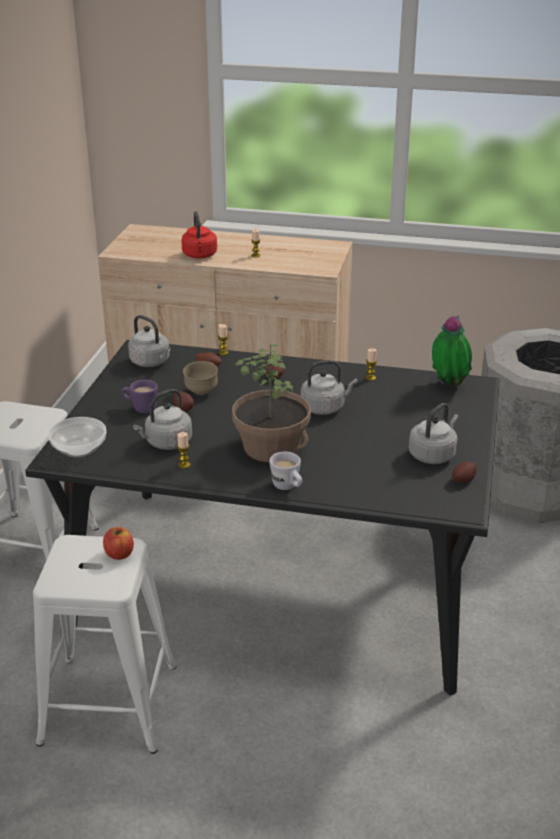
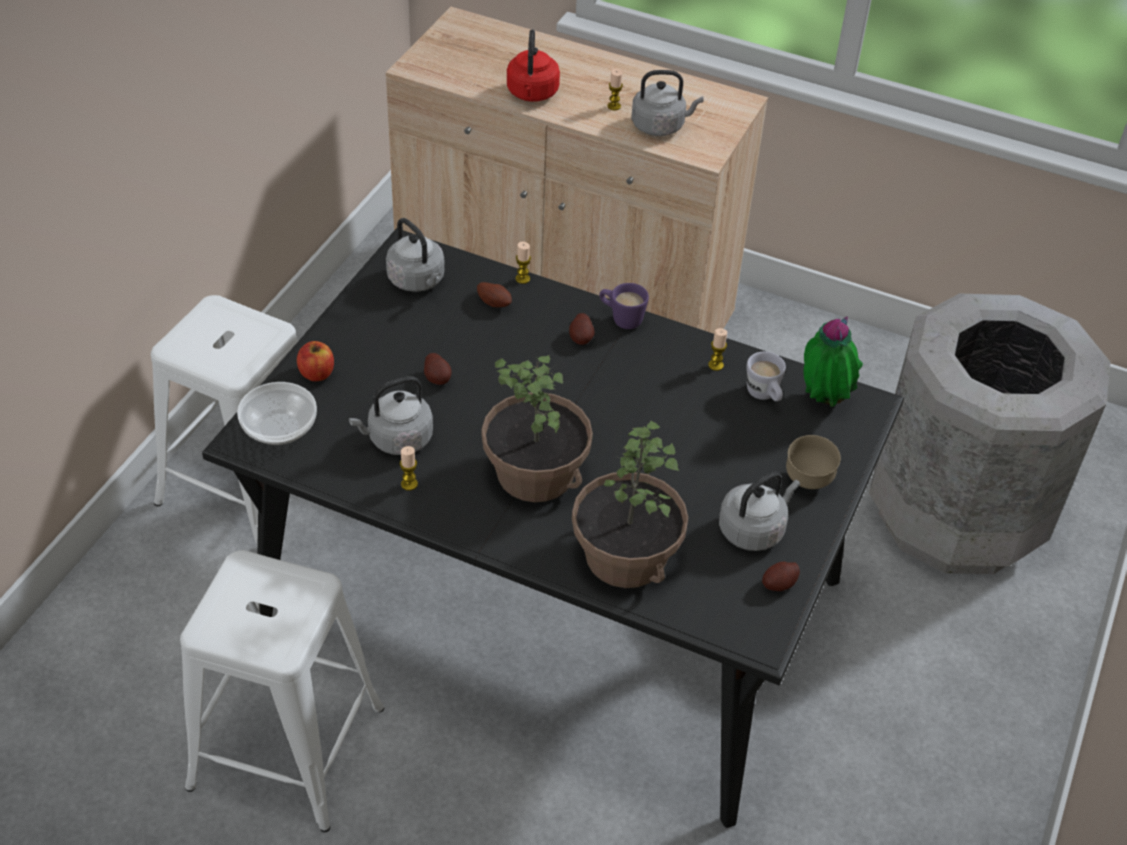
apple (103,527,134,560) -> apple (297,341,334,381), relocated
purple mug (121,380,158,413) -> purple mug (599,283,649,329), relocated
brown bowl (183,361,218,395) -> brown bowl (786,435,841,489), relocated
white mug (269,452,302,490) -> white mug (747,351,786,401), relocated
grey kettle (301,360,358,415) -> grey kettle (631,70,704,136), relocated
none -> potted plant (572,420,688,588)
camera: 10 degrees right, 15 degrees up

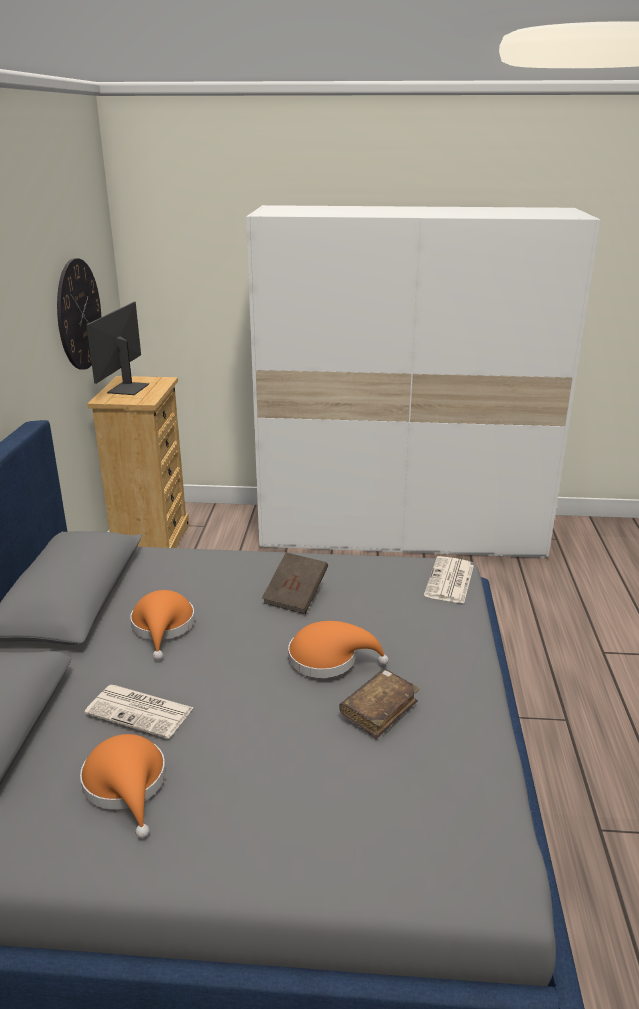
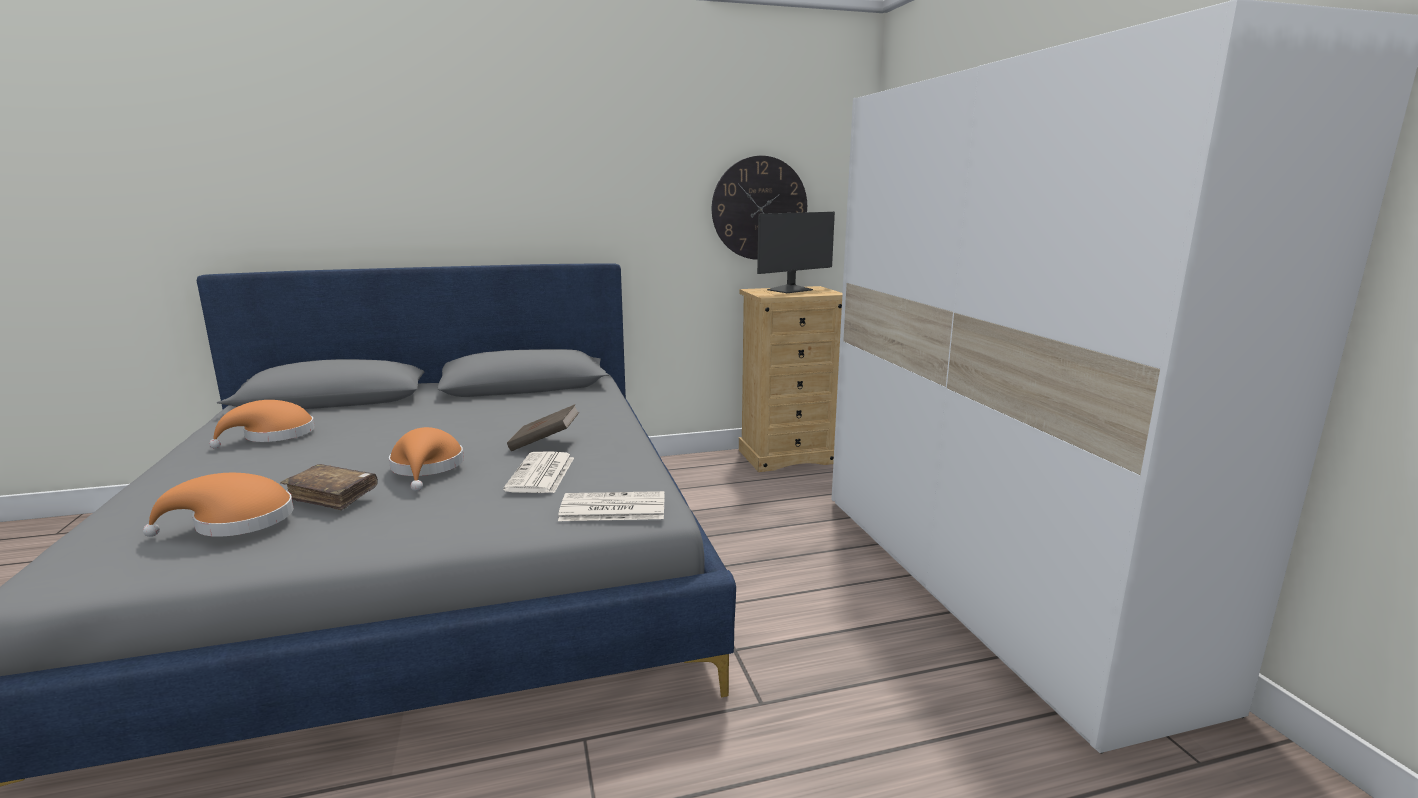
newspaper (84,684,194,739) -> newspaper (503,451,574,493), relocated
monitor (86,302,149,395) -> monitor (757,212,835,293), 150 degrees clockwise
orange hat (130,590,195,660) -> orange hat (143,473,294,537), relocated
camera: 70 degrees right, 10 degrees down

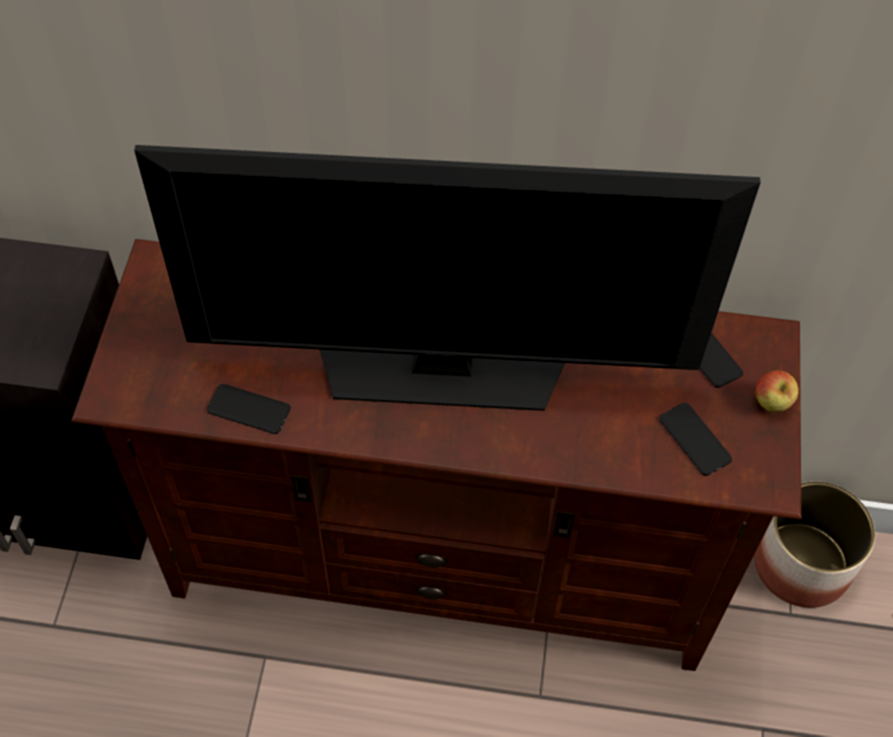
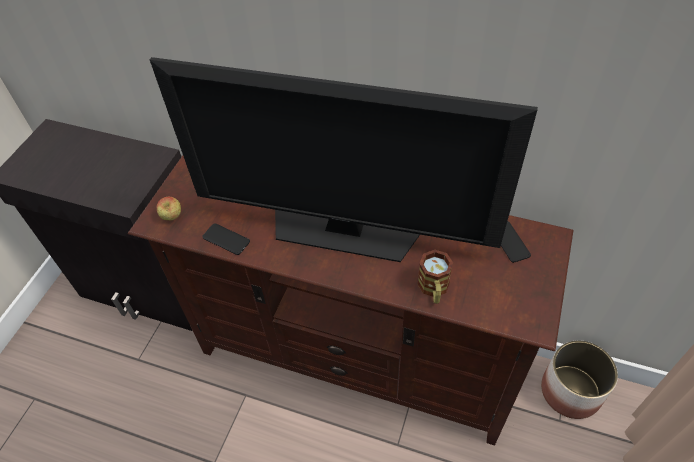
phone (659,402,732,476) -> none
apple (755,371,798,412) -> apple (157,197,181,220), relocated
none -> mug (417,250,453,304)
camera: 15 degrees right, 5 degrees down

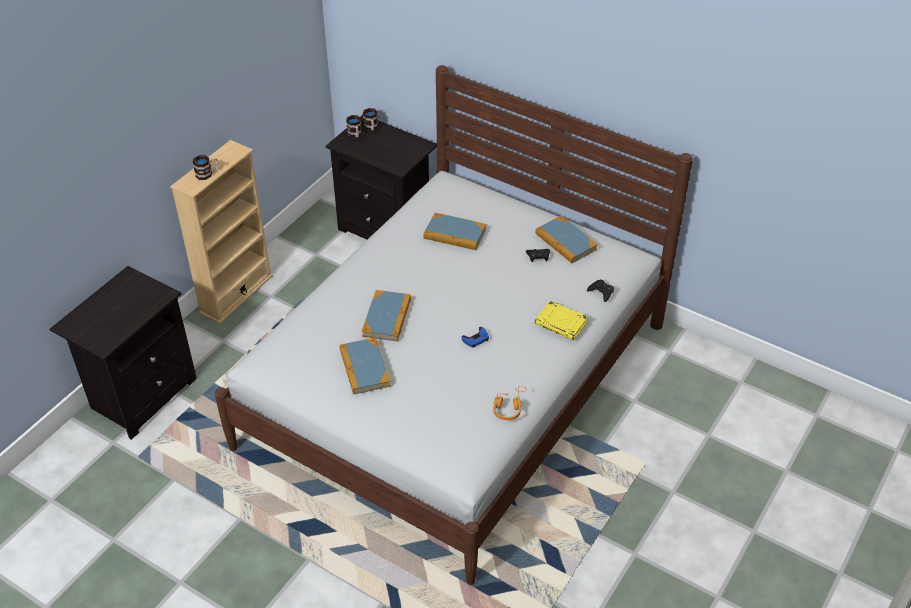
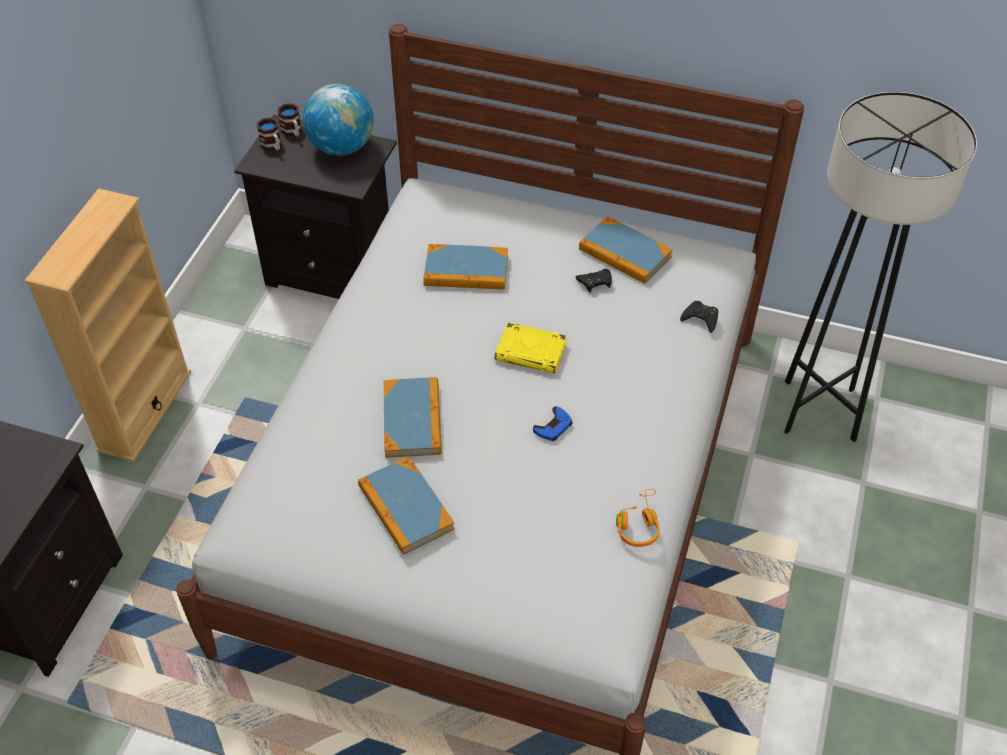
mug (193,155,218,180) -> none
yellow book (535,301,588,340) -> yellow book (495,322,567,374), relocated
none -> globe (303,84,374,156)
none -> grey floor lamp (784,92,977,442)
camera: 15 degrees left, 5 degrees up

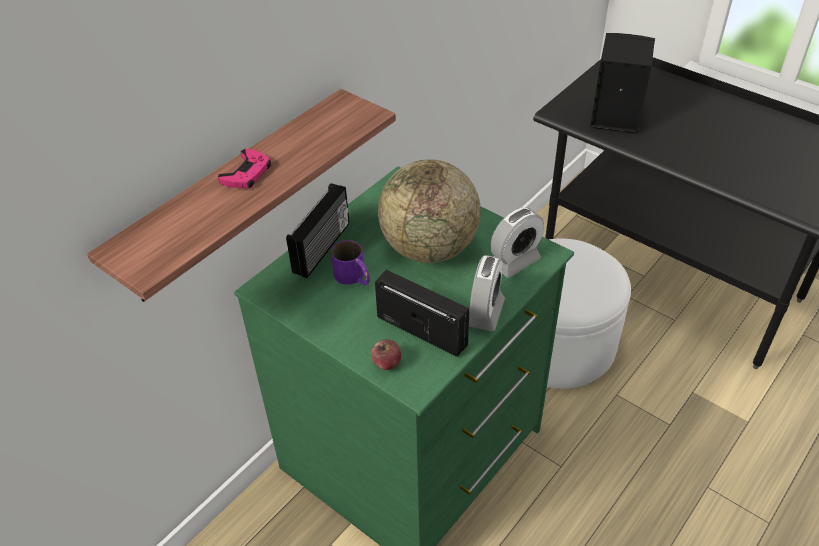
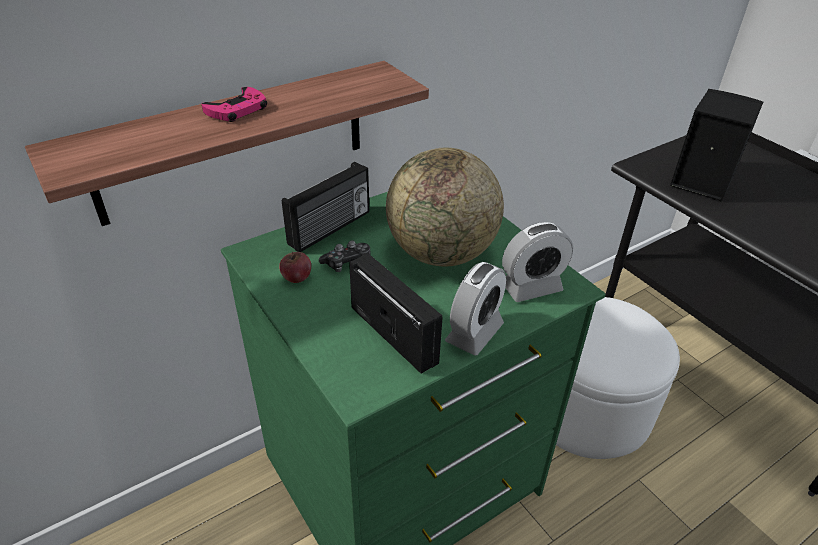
purple mug (331,240,370,285) -> game controller (319,240,370,272)
apple (371,339,401,370) -> apple (279,251,311,283), relocated
camera: 15 degrees right, 5 degrees down

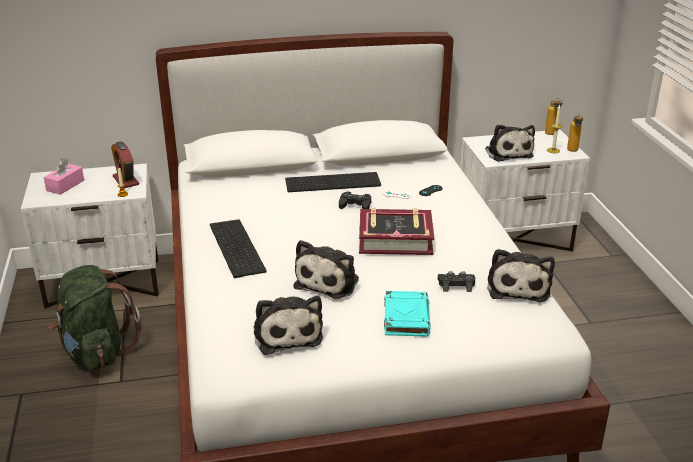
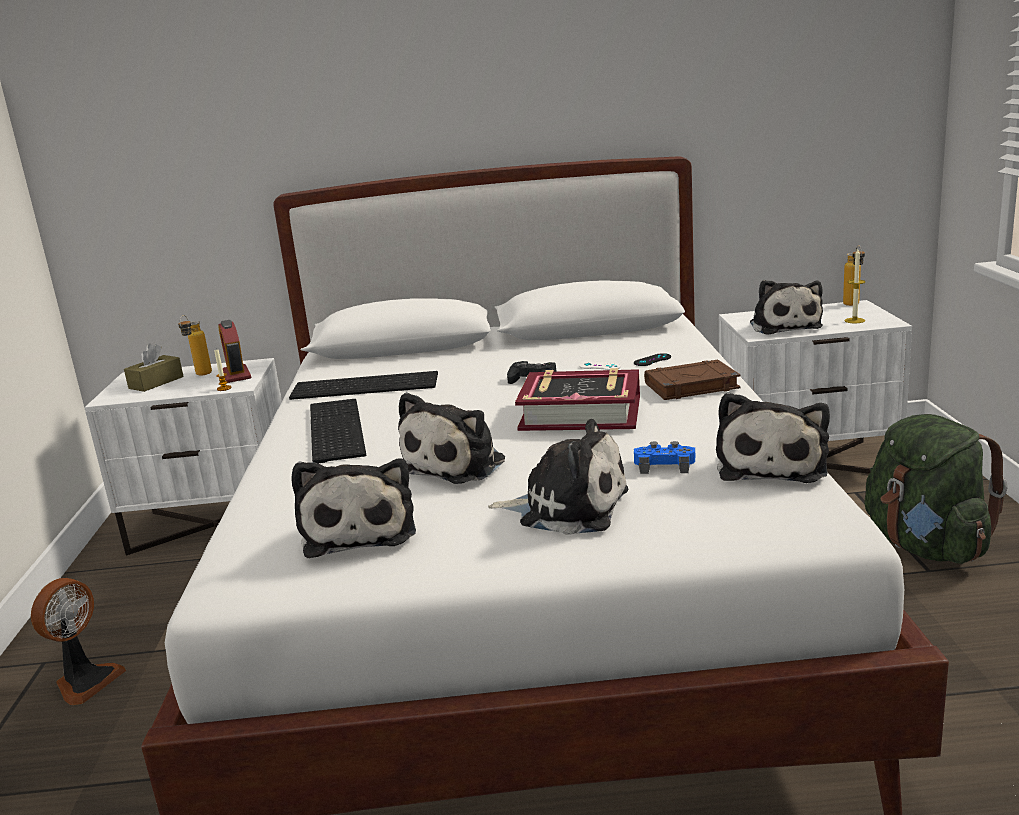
pink tissue box (44,158,84,195) -> brown tissue box (124,344,184,392)
green backpack (49,265,141,371) -> green backpack (864,414,1008,564), relocated
keyboard (285,172,381,192) -> keyboard (289,371,438,400), relocated
turquoise book (384,291,431,336) -> plush toy (488,419,628,535)
black game controller (438,271,475,292) -> blue game controller (634,441,695,474)
bottle (567,112,583,152) -> bottle (178,315,212,376), relocated
none -> fan (31,578,126,705)
none -> brown book (644,360,741,400)
camera: 10 degrees right, 10 degrees down

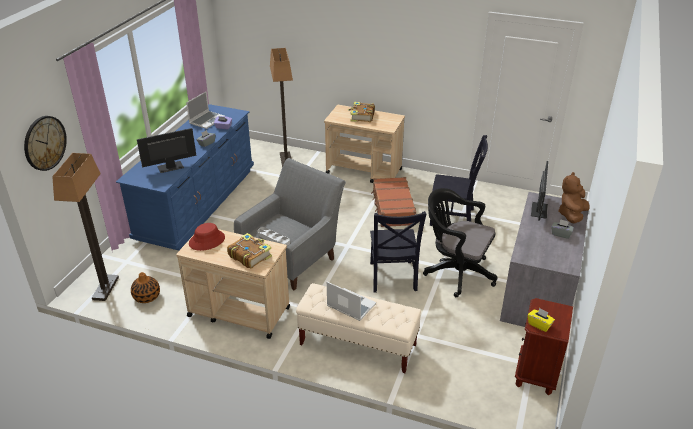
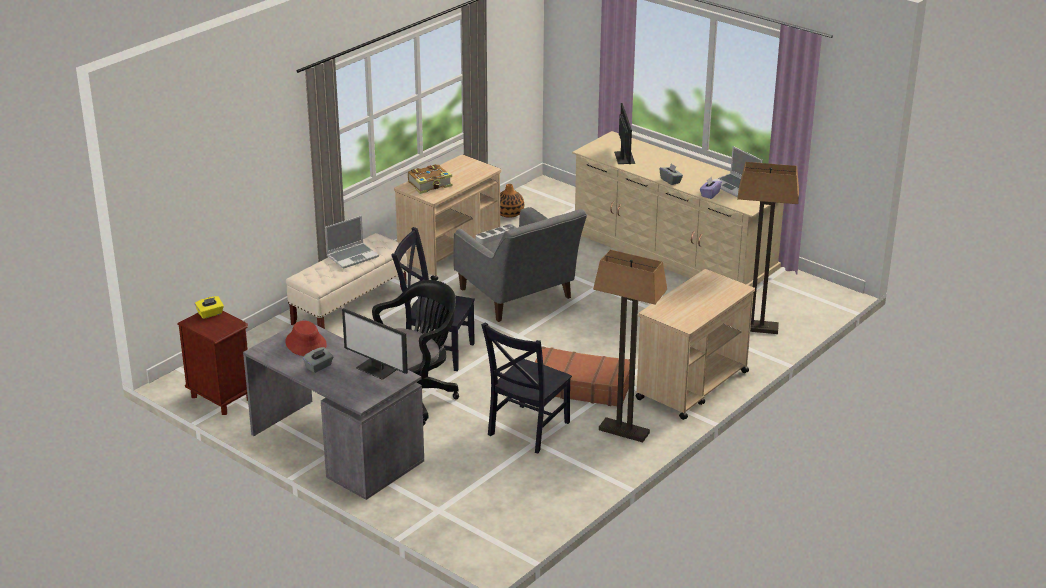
wall clock (24,116,67,171) -> none
floor lamp (52,153,119,301) -> floor lamp (593,249,667,442), relocated
blue dresser (116,104,254,251) -> beige dresser (572,131,784,287)
red hat (189,223,225,251) -> red hat (285,321,327,356), relocated
book (348,102,375,122) -> none
brown plush toy (558,172,590,224) -> none
camera: 110 degrees right, 5 degrees down

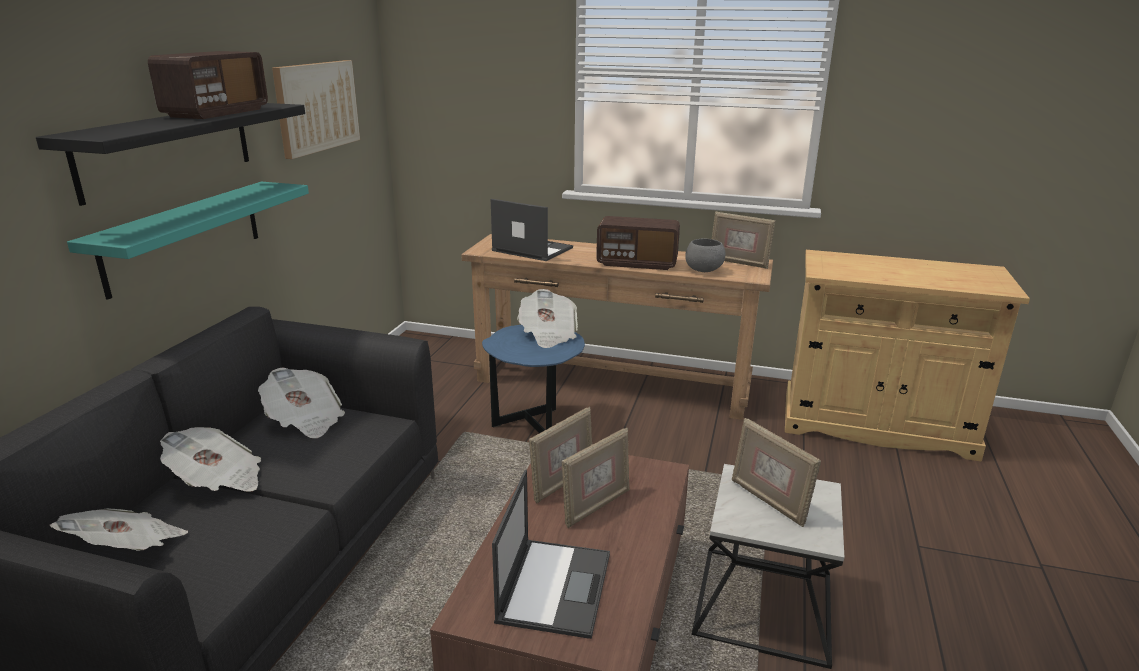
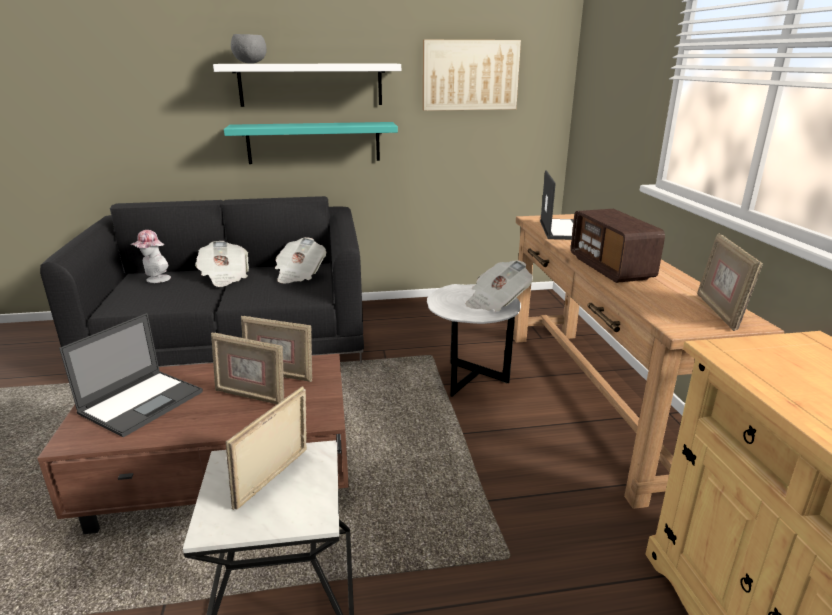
black shelf (36,103,305,206) -> white shelf (213,64,401,107)
newspaper (50,508,188,551) -> hat (131,230,171,283)
radio (148,51,268,119) -> none
blue side table (482,325,585,433) -> white side table (427,284,521,397)
laptop (492,470,610,639) -> laptop (59,313,203,437), 45 degrees counterclockwise
grey bowl (685,239,725,272) -> grey bowl (231,34,267,64), relocated
camera: 65 degrees right, 0 degrees up

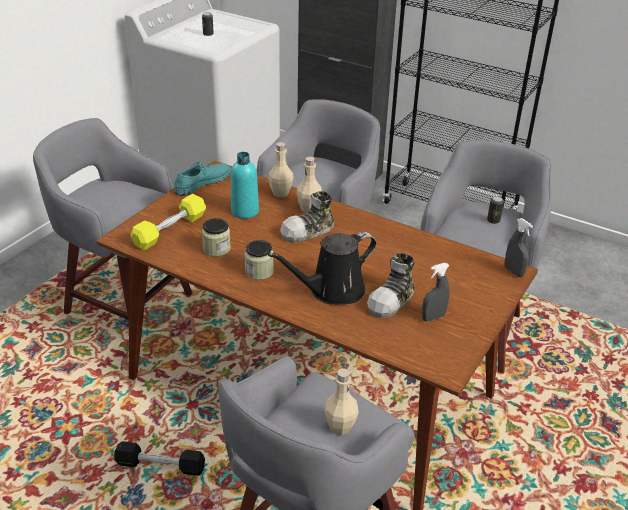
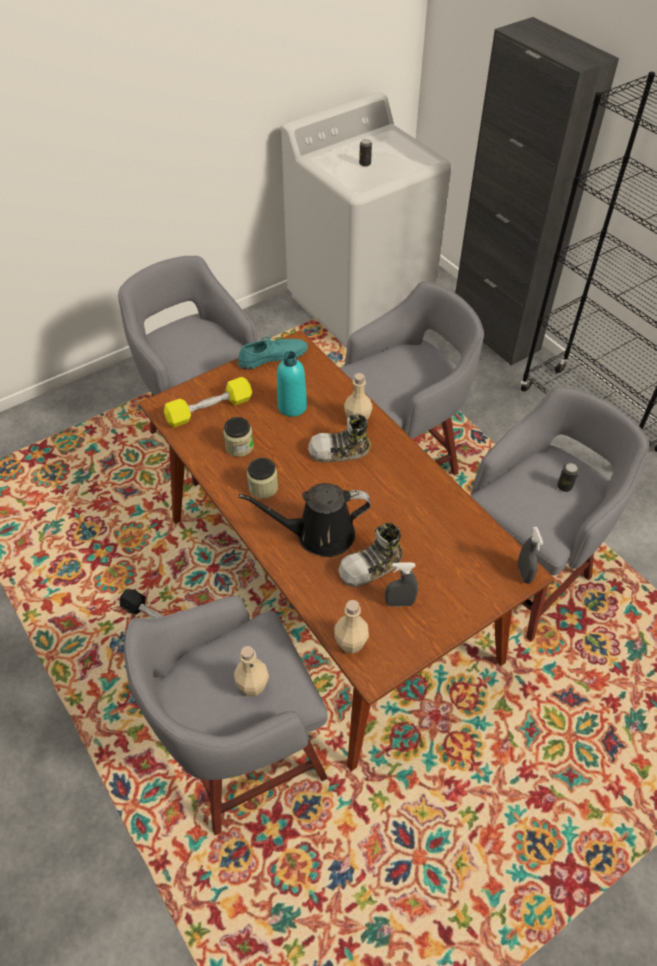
beige bottle (268,142,294,198) -> beige bottle (334,600,369,654), relocated
camera: 25 degrees right, 15 degrees up

